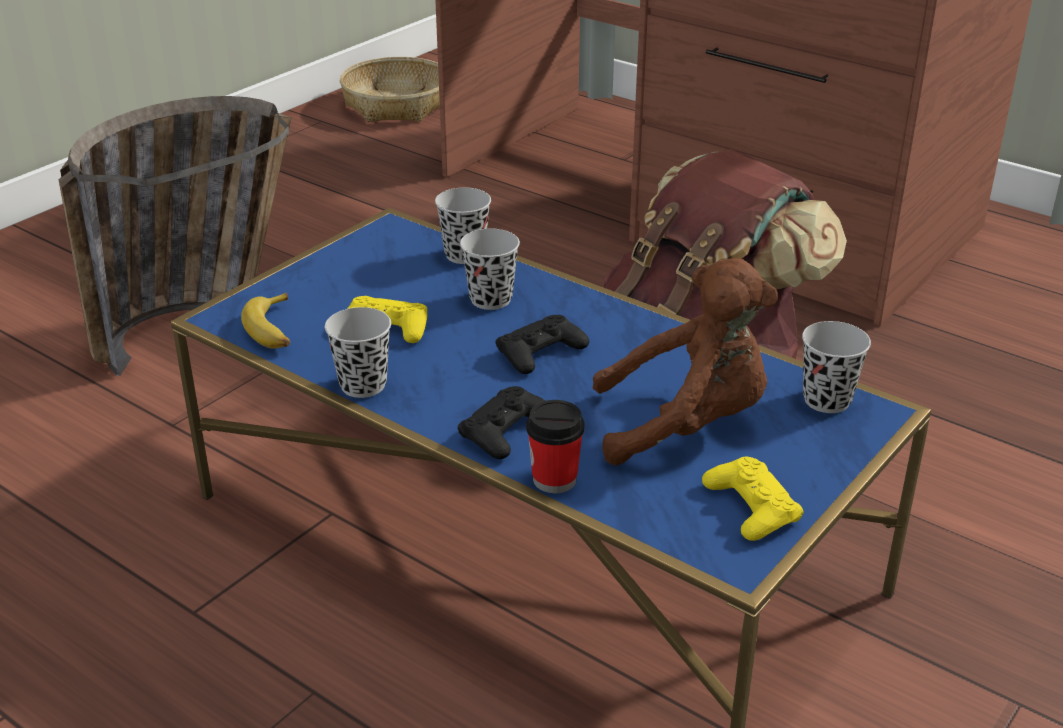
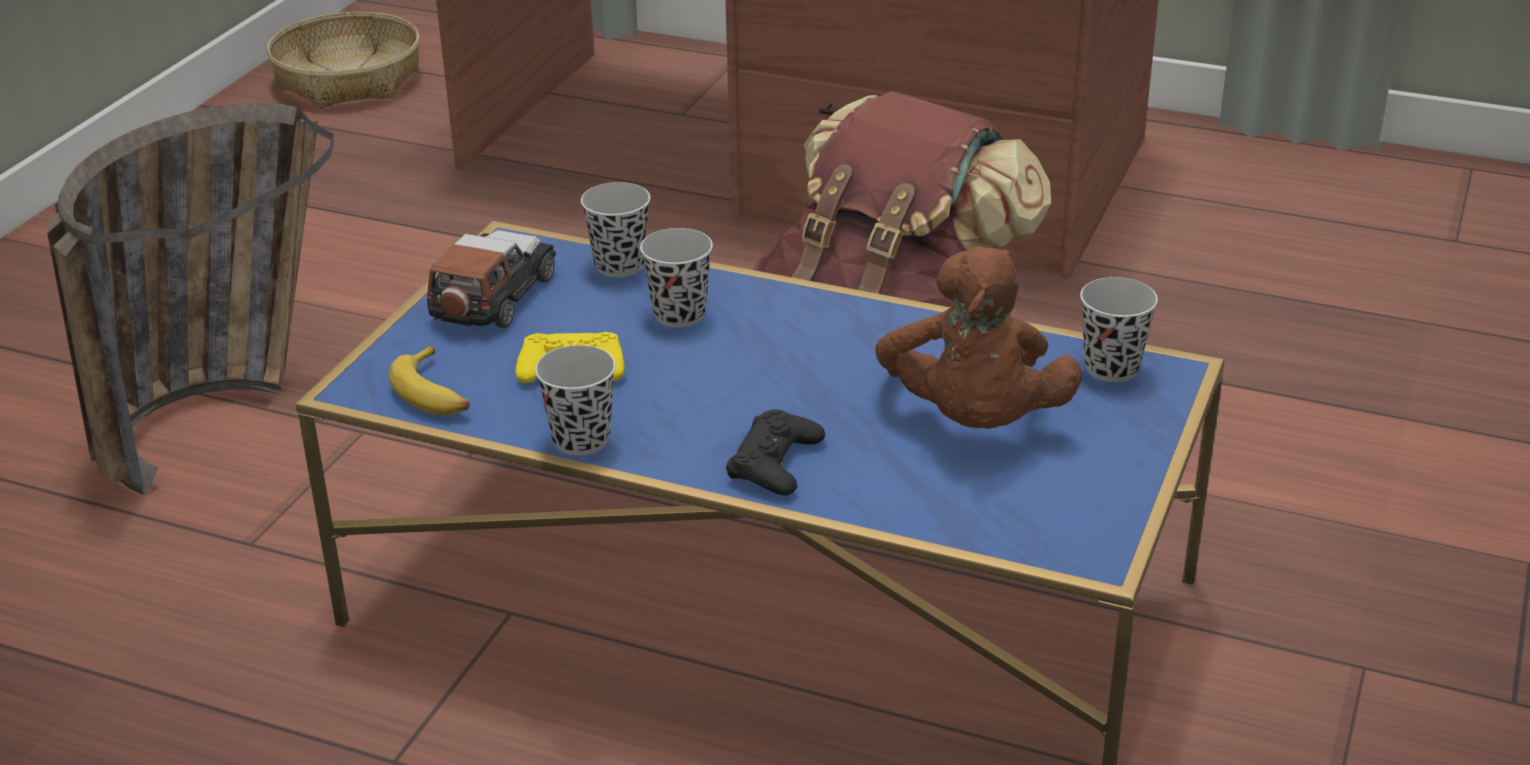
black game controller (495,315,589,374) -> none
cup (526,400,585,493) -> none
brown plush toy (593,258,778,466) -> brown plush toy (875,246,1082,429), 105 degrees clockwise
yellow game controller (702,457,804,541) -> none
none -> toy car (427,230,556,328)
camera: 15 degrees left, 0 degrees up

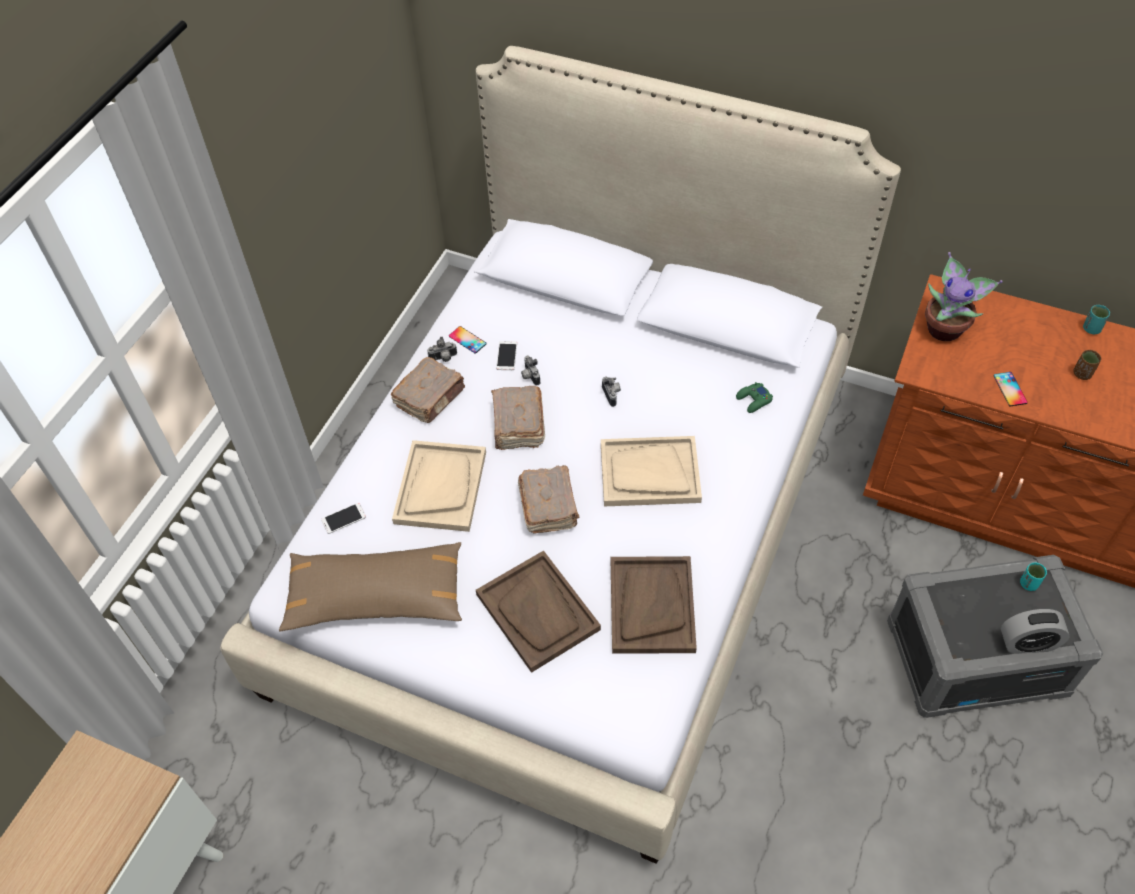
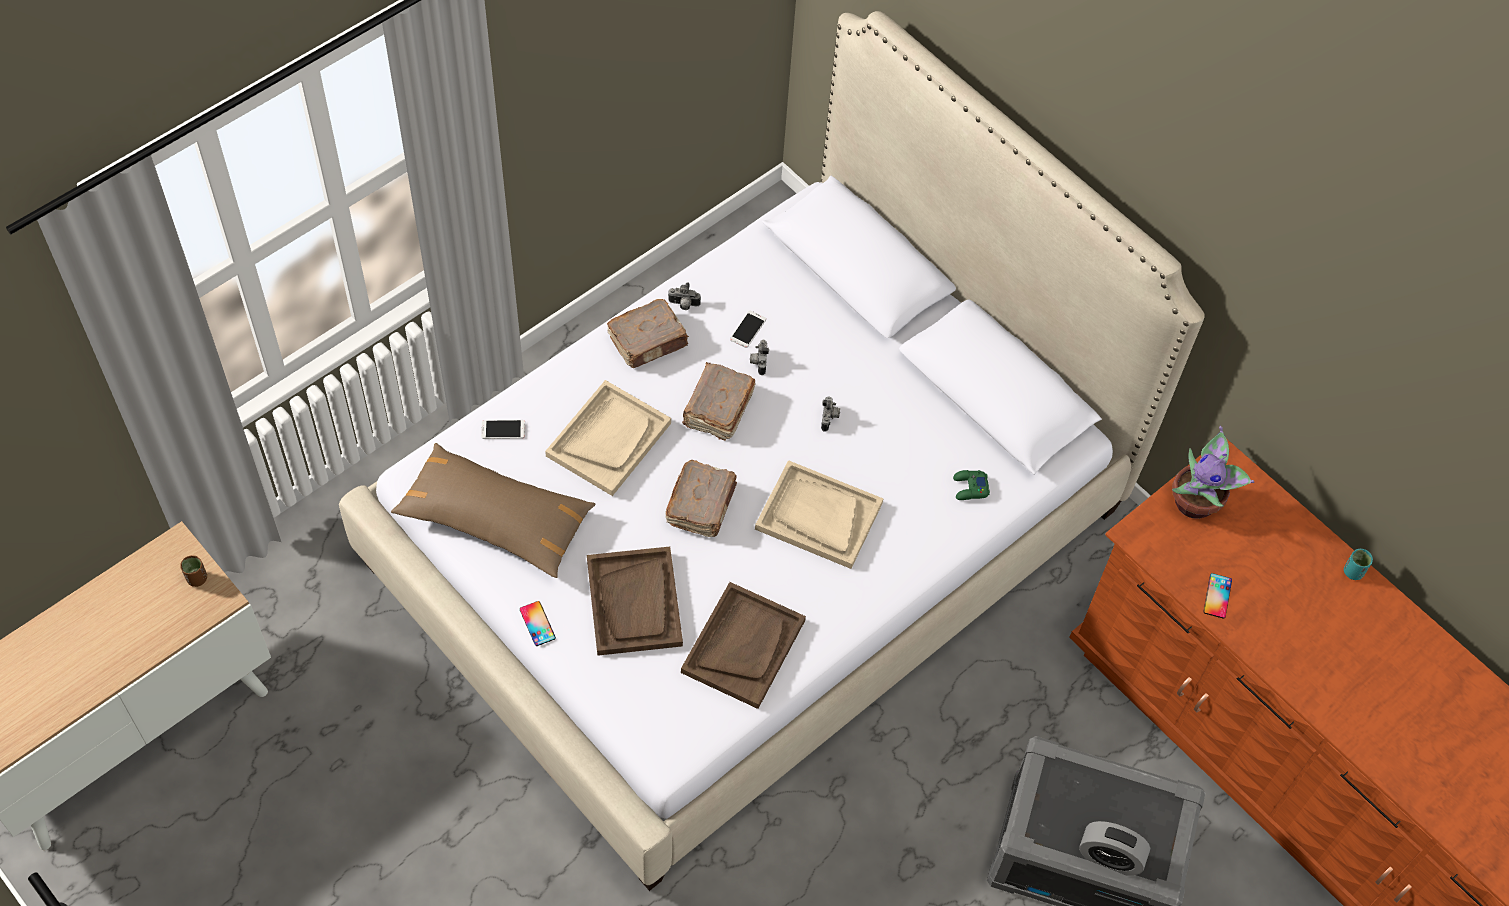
phone (449,326,487,353) -> phone (520,601,556,646), relocated
turquoise cup (1020,562,1047,591) -> none
brown cup (1073,350,1102,380) -> brown cup (180,555,207,587), relocated
camera: 20 degrees right, 5 degrees up

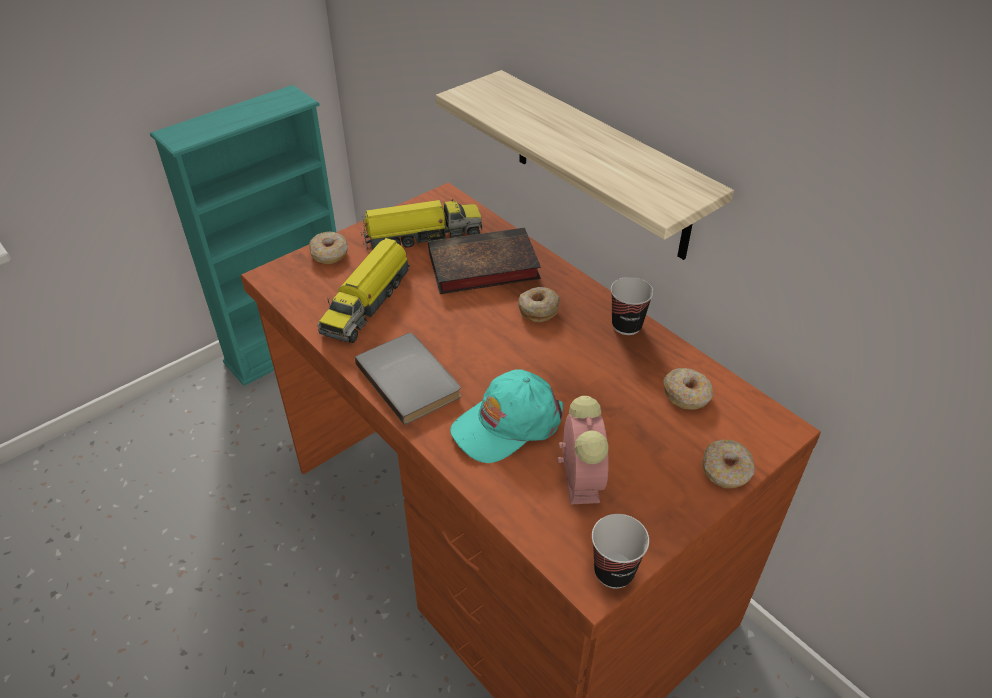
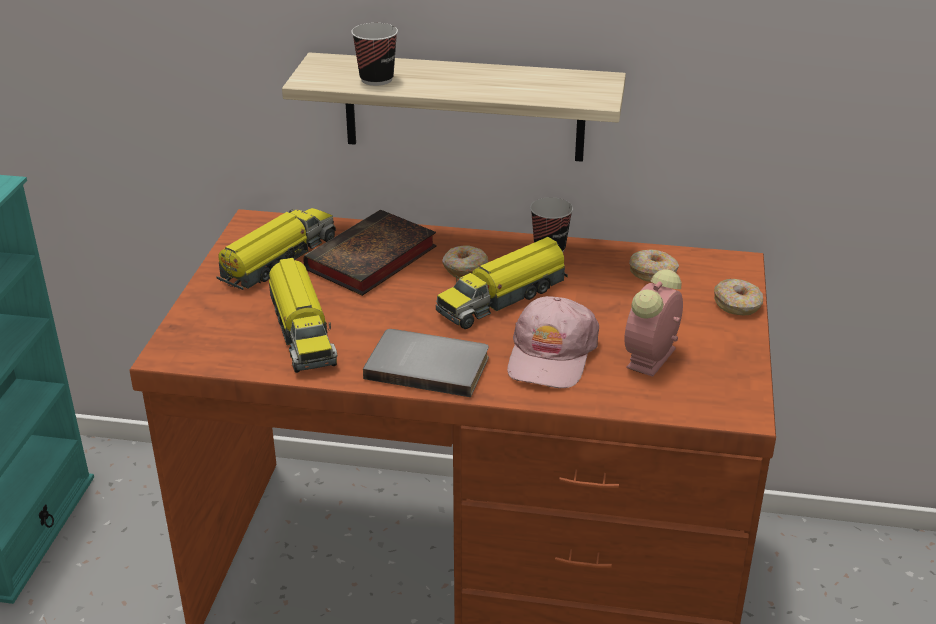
donut (309,232,348,264) -> none
turquoise cap (450,369,563,463) -> pink cap (507,296,599,388)
alarm clock (558,396,609,505) -> alarm clock (624,269,683,377), 105 degrees counterclockwise
cup (592,514,649,589) -> cup (351,23,398,86), relocated
none -> toy truck (436,237,568,329)
camera: 40 degrees left, 10 degrees down

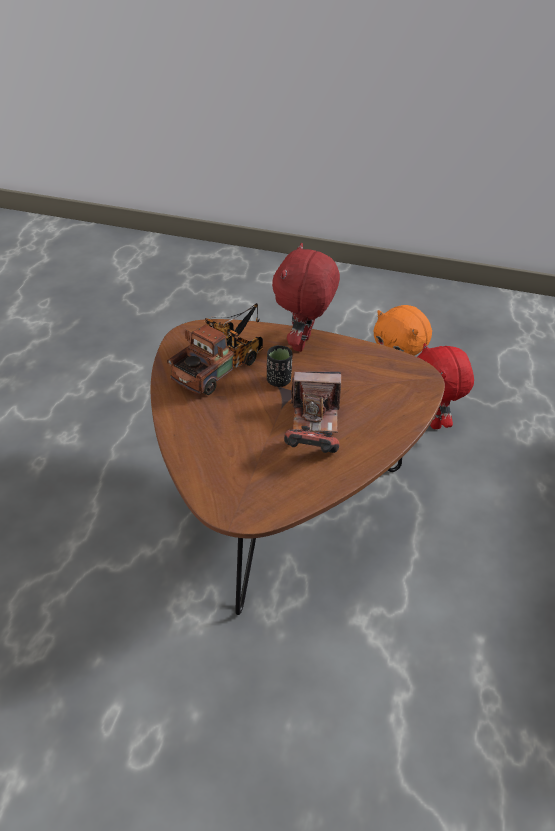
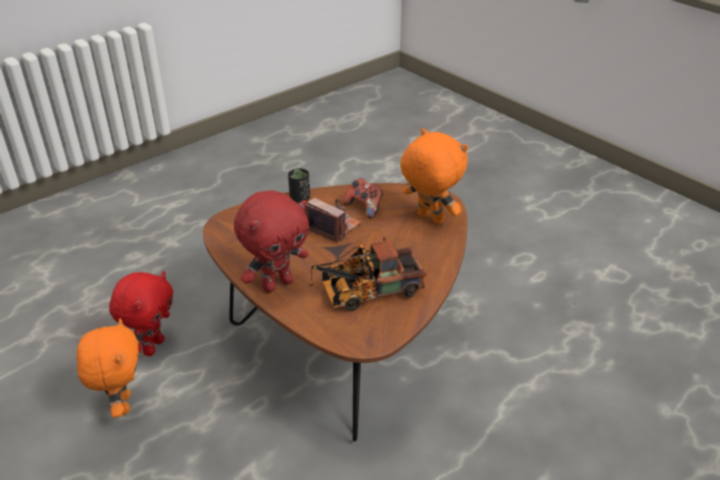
black cup (267,345,292,387) -> black cup (288,168,310,203), relocated
none -> orange plush toy (400,128,468,224)
camera: 145 degrees left, 5 degrees down

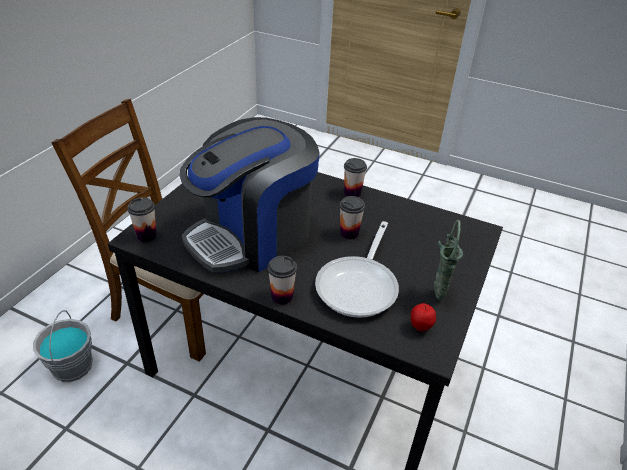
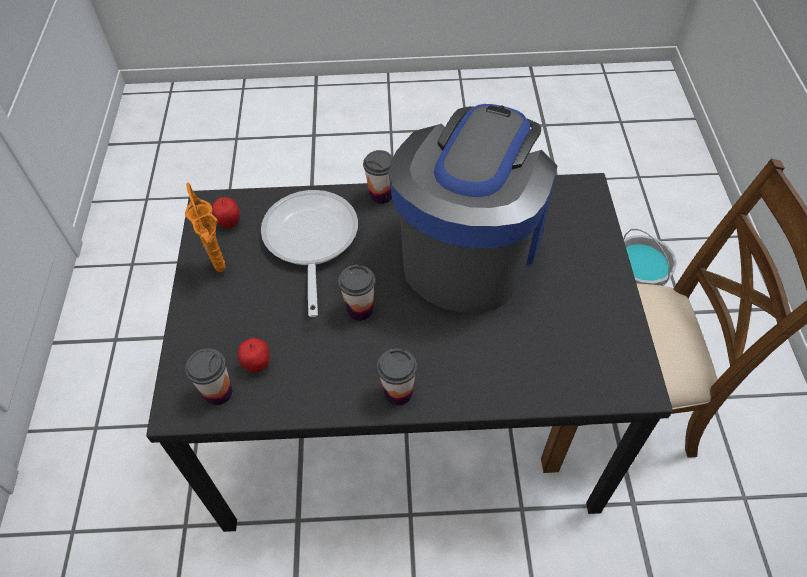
cup (127,197,157,242) -> cup (185,349,233,406), relocated
green vase (434,220,463,300) -> orange vase (185,183,225,272)
none -> apple (238,338,270,372)
camera: 155 degrees right, 15 degrees up

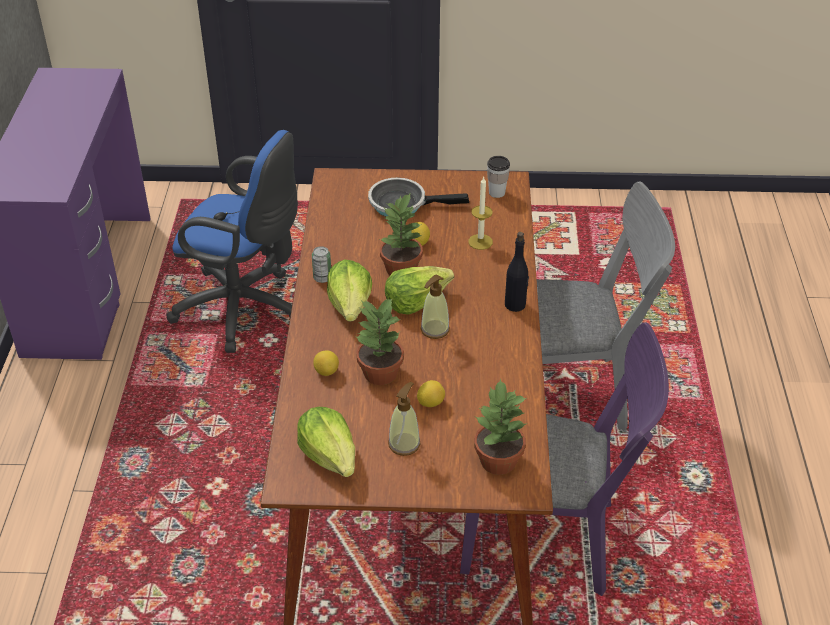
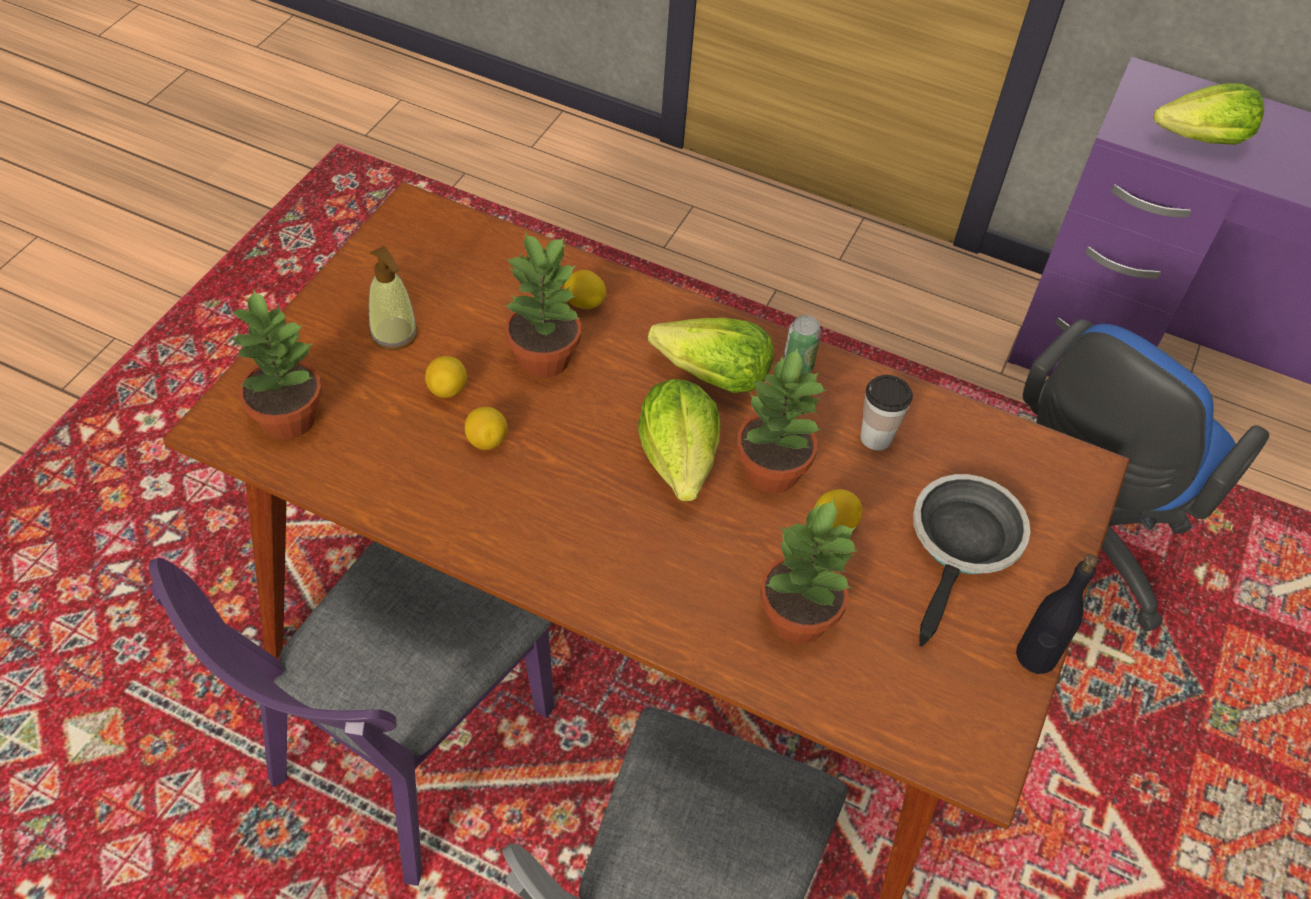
lettuce (297,407,355,477) -> lettuce (1154,83,1264,145), relocated
soap dispenser (421,274,450,339) -> none
candle (468,177,493,250) -> potted plant (760,498,858,644)
cup (487,156,510,198) -> cup (860,375,913,450), relocated
black bottle (505,232,529,312) -> black bottle (1016,554,1098,674), relocated
none -> lemon (465,407,507,450)
camera: 110 degrees right, 10 degrees up

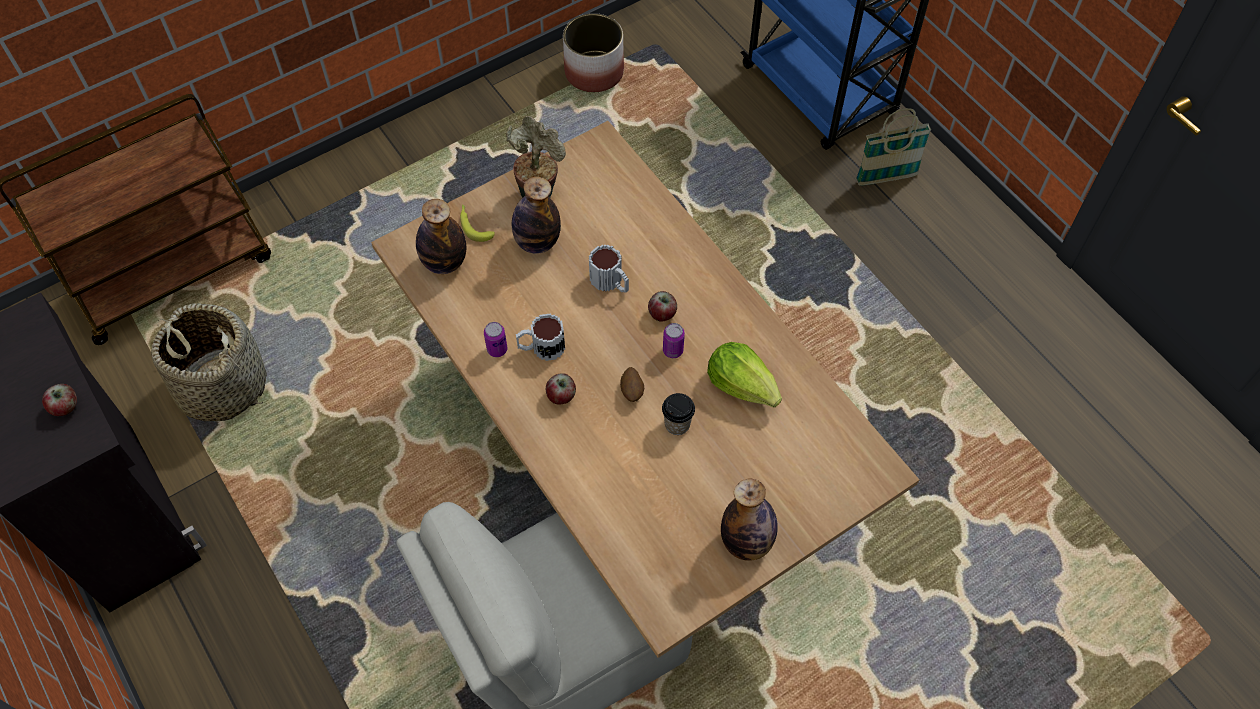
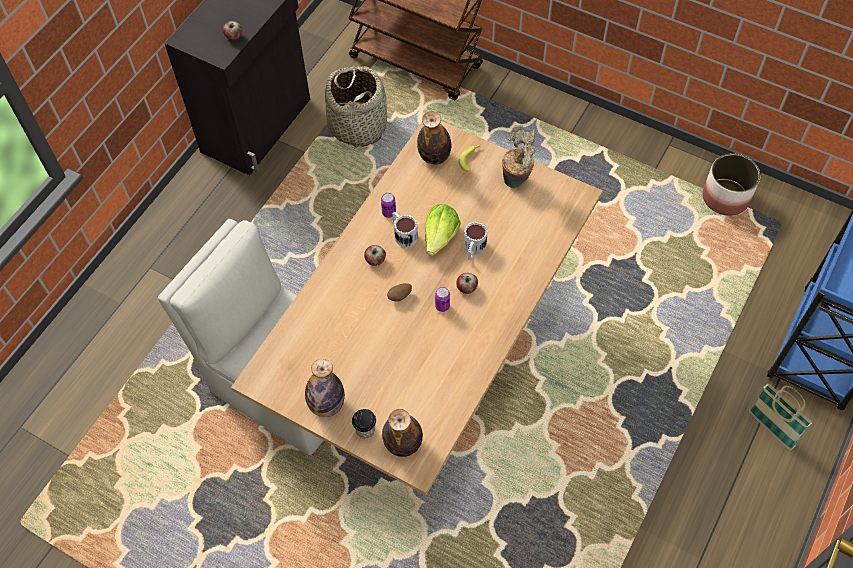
bottle (512,177,561,254) -> bottle (382,409,423,457), relocated
cup (662,393,695,435) -> cup (352,409,376,439), relocated
lettuce (707,342,782,408) -> lettuce (425,204,461,256), relocated
camera: 65 degrees right, 0 degrees up

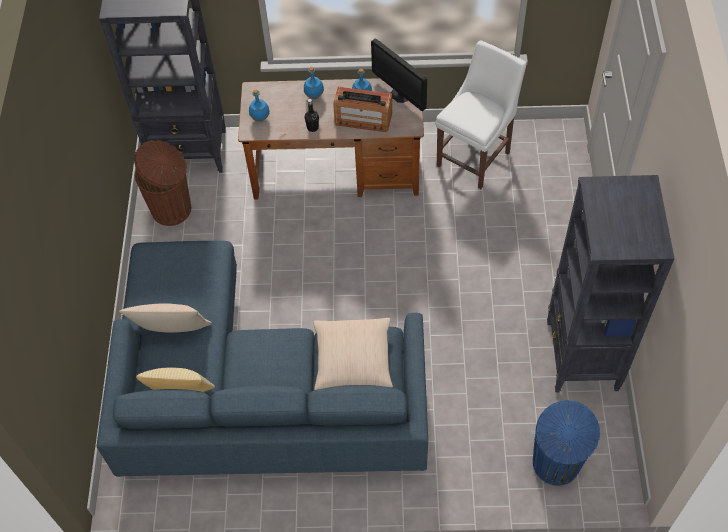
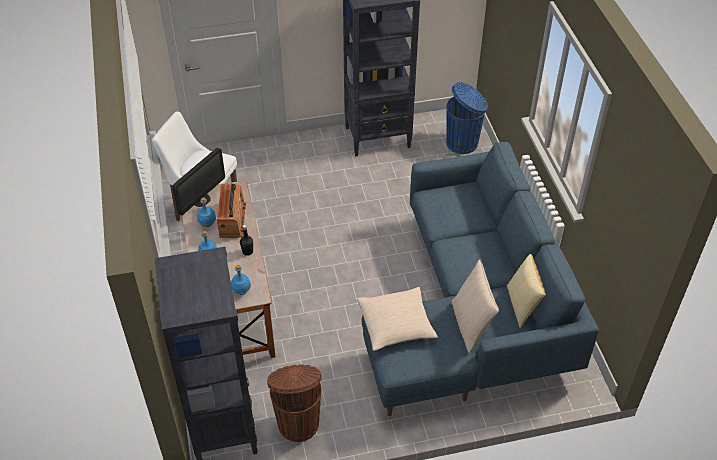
beige pillow (313,318,393,390) -> beige pillow (357,287,438,351), relocated
camera: 105 degrees left, 10 degrees down

